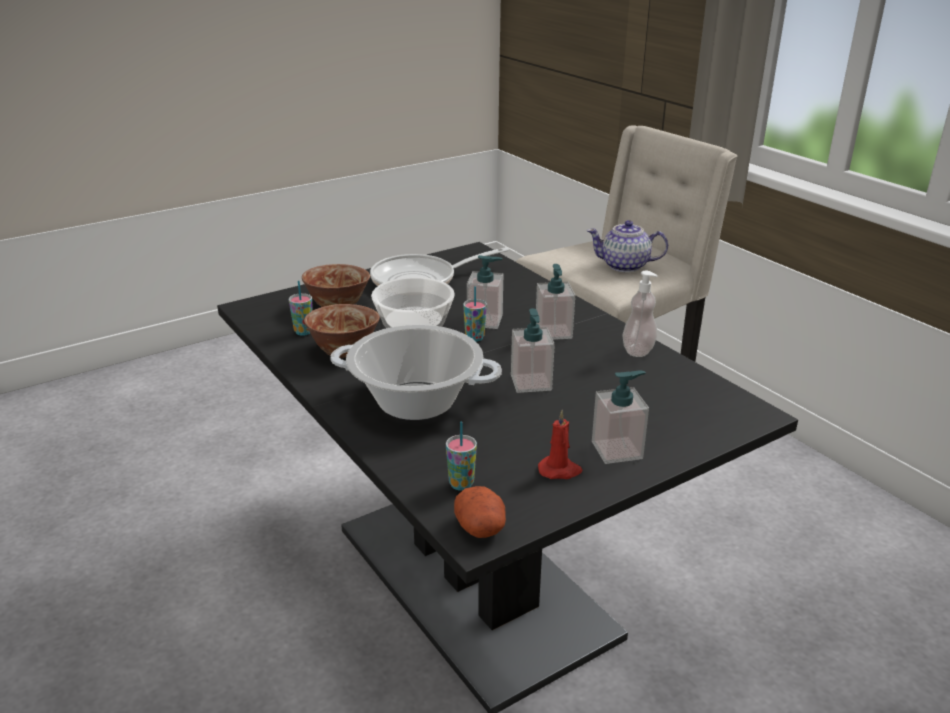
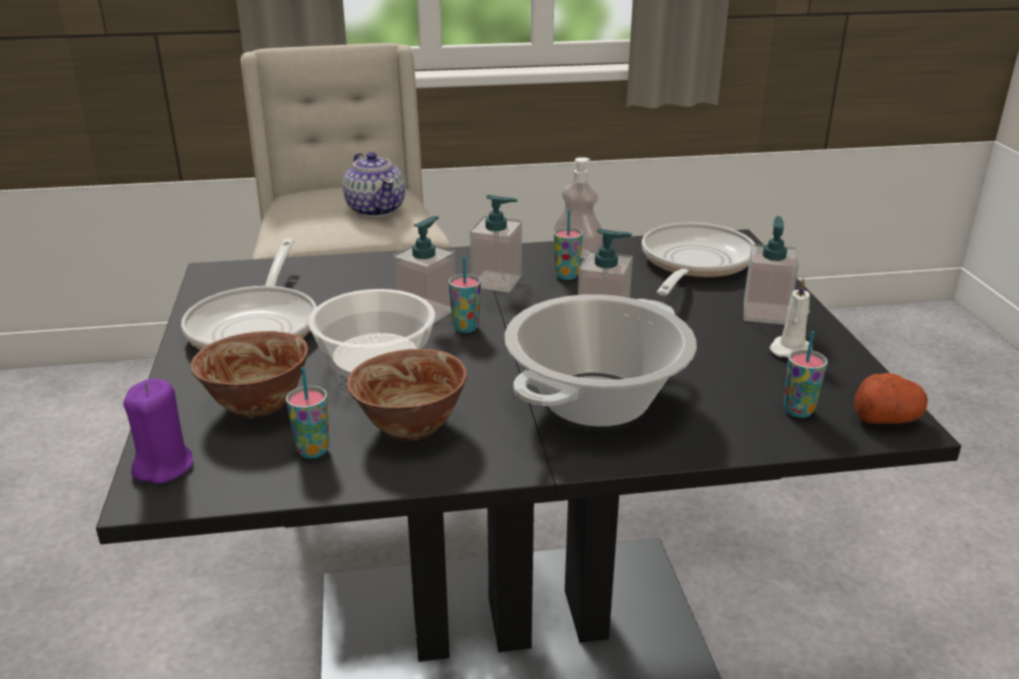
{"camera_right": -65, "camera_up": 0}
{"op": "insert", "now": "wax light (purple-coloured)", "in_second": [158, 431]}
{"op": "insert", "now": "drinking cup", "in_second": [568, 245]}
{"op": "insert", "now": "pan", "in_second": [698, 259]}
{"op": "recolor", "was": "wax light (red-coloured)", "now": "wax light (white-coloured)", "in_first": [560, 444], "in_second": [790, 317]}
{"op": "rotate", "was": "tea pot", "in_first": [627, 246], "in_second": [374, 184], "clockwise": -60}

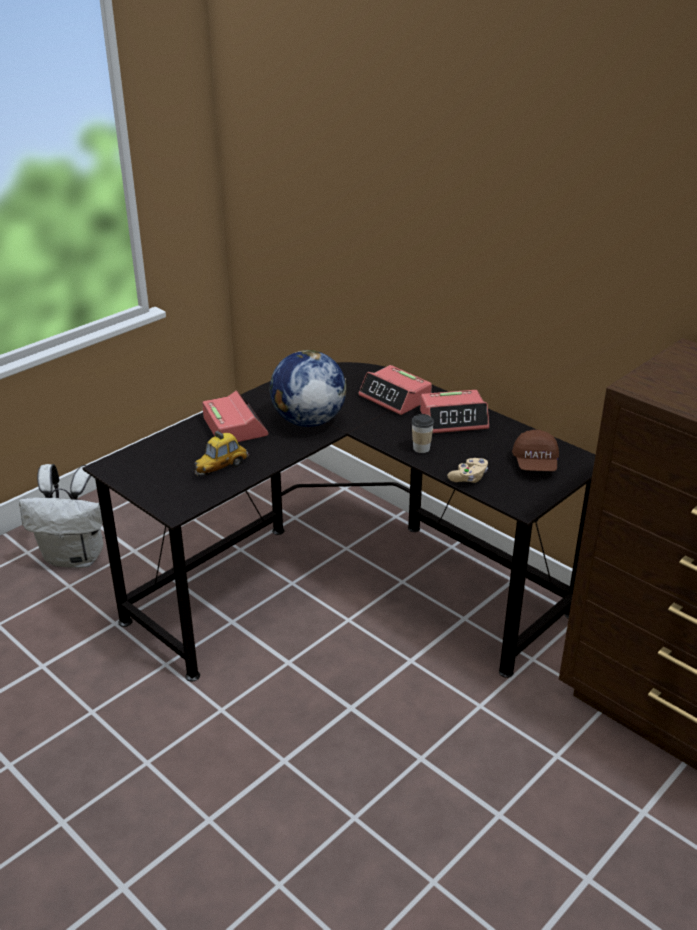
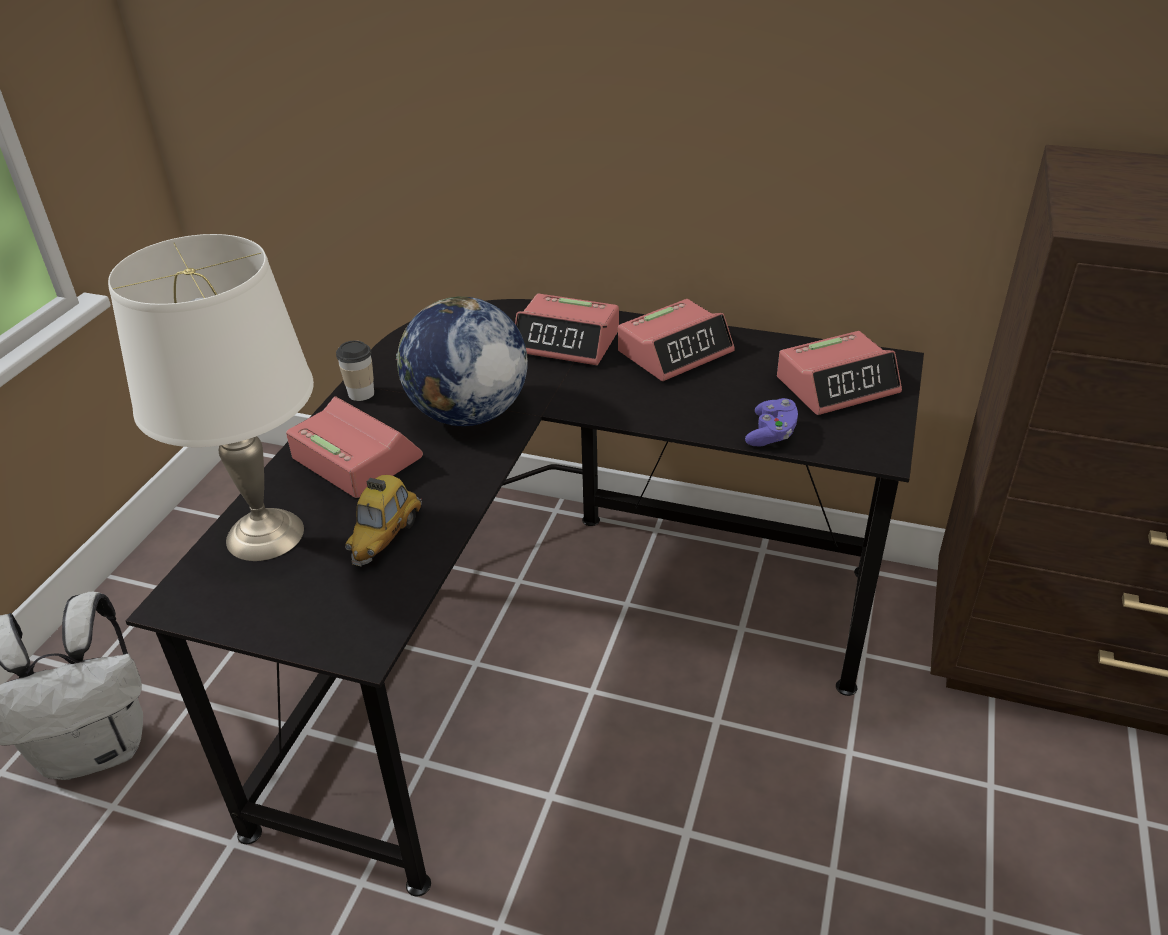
{"camera_right": -25, "camera_up": 5}
{"op": "insert", "now": "tabletop lamp (white-coloured)", "in_second": [211, 397]}
{"op": "move", "was": "drinking cup", "in_first": [423, 433], "in_second": [355, 370]}
{"op": "replace", "was": "peaked cap (brown-coloured)", "now": "alarm clock", "in_first": [535, 450], "in_second": [839, 373]}
{"op": "recolor", "was": "game controller (sand-coloured)", "now": "game controller (purple-coloured)", "in_first": [467, 470], "in_second": [771, 422]}

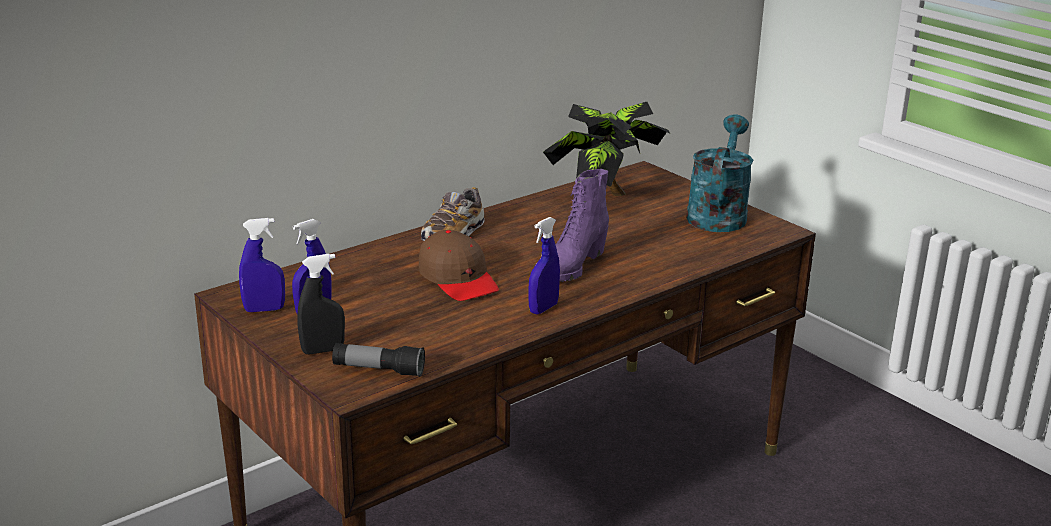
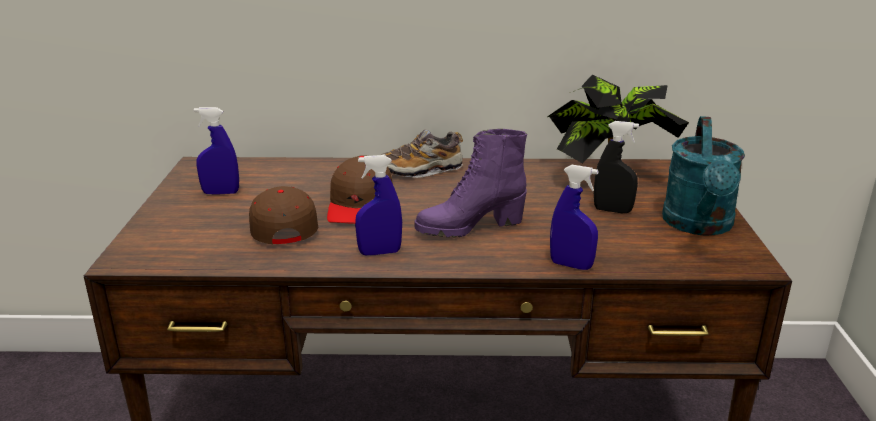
{"camera_right": 40, "camera_up": 0}
{"op": "delete", "was": "torch", "in_first": [378, 360]}
{"op": "insert", "now": "peaked cap (brown-coloured)", "in_second": [283, 215]}
{"op": "move", "was": "hand sprayer (bluish)", "in_first": [262, 265], "in_second": [574, 217]}
{"op": "move", "was": "hand sprayer (blackish)", "in_first": [321, 304], "in_second": [616, 167]}
{"op": "rotate", "was": "watering can (blue-green)", "in_first": [719, 173], "in_second": [703, 176], "clockwise": 135}

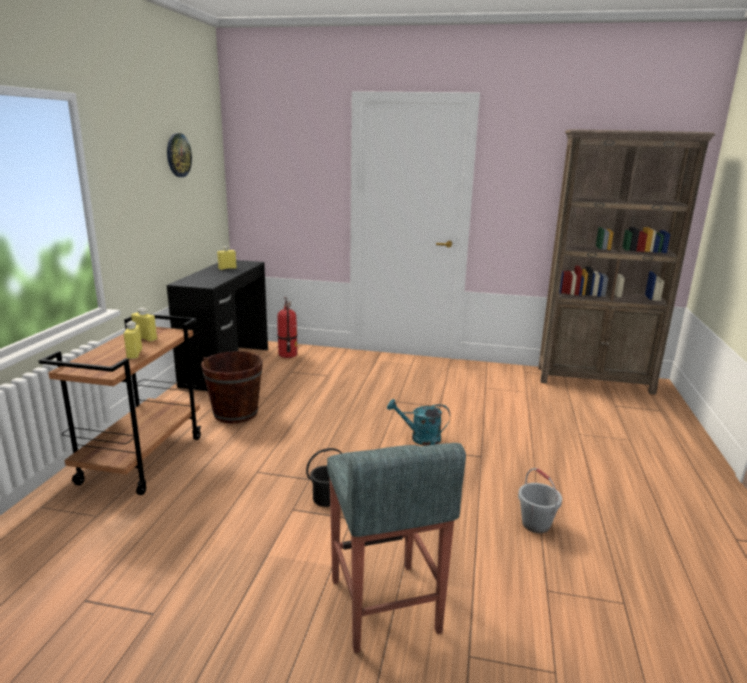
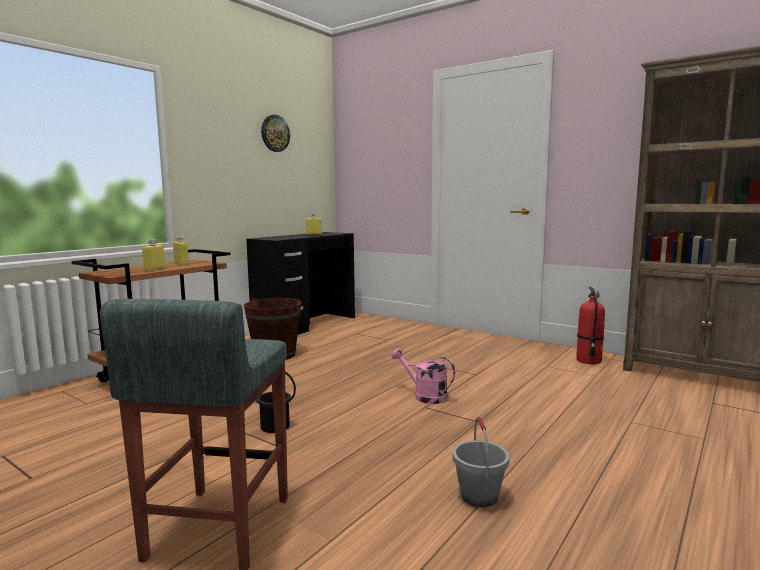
{"camera_right": 25, "camera_up": -10}
{"op": "move", "was": "fire-fighting cylinder", "in_first": [287, 327], "in_second": [590, 325]}
{"op": "recolor", "was": "watering can (blue-green)", "now": "watering can (pinkish)", "in_first": [418, 422], "in_second": [423, 376]}

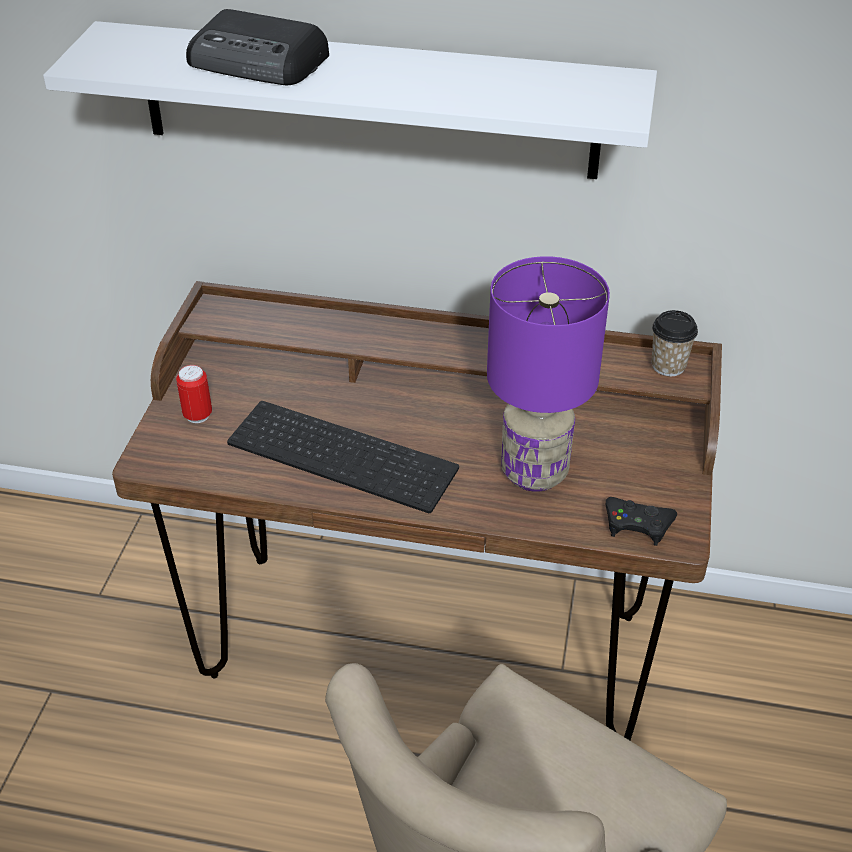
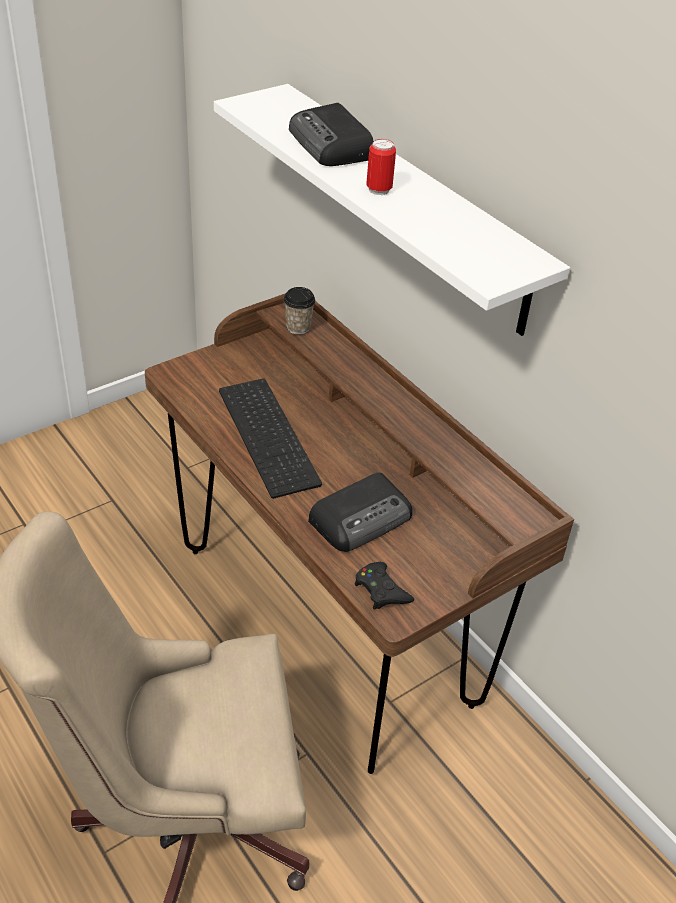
{"camera_right": 40, "camera_up": 0}
{"op": "move", "was": "metal can", "in_first": [194, 394], "in_second": [381, 167]}
{"op": "move", "was": "drinking cup", "in_first": [675, 343], "in_second": [299, 310]}
{"op": "replace", "was": "tabletop lamp (purple-coloured)", "now": "radio", "in_first": [548, 374], "in_second": [360, 512]}

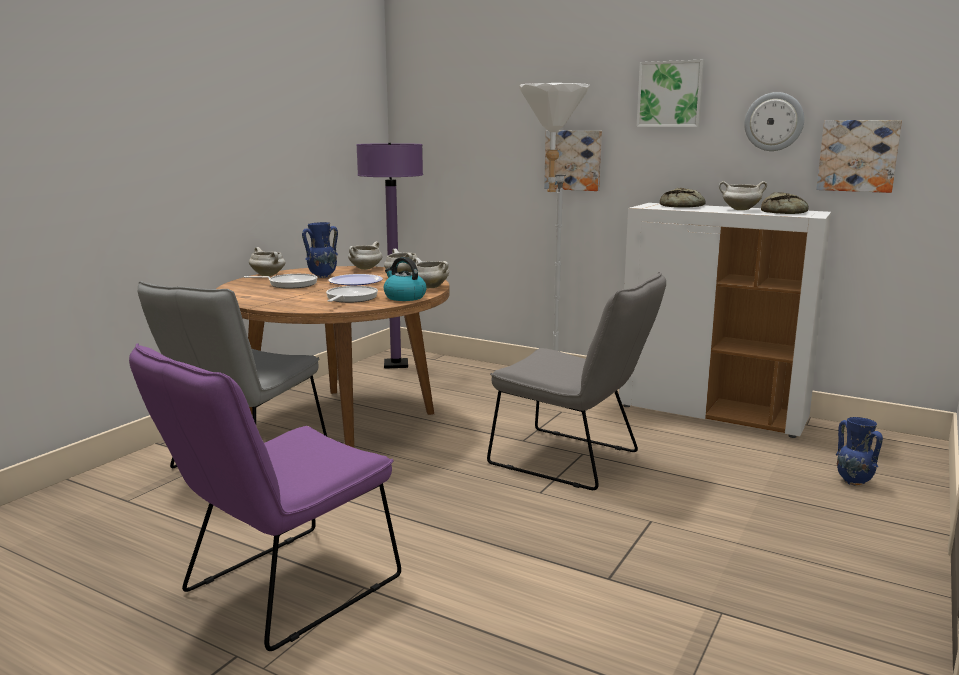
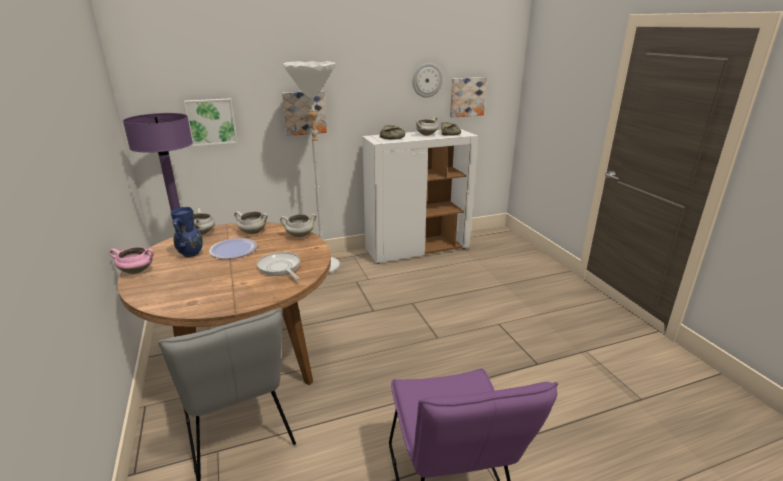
{"camera_right": -50, "camera_up": 10}
{"op": "delete", "was": "pan", "in_first": [281, 281]}
{"op": "delete", "was": "kettle", "in_first": [405, 279]}
{"op": "delete", "was": "chair (grey)", "in_first": [576, 381]}
{"op": "delete", "was": "flower vase (bluish)", "in_first": [859, 451]}
{"op": "move", "was": "wall art", "in_first": [670, 93], "in_second": [211, 122]}
{"op": "recolor", "was": "cooking pot (white-coloured)", "now": "cooking pot (pinkish)", "in_first": [267, 261], "in_second": [131, 260]}

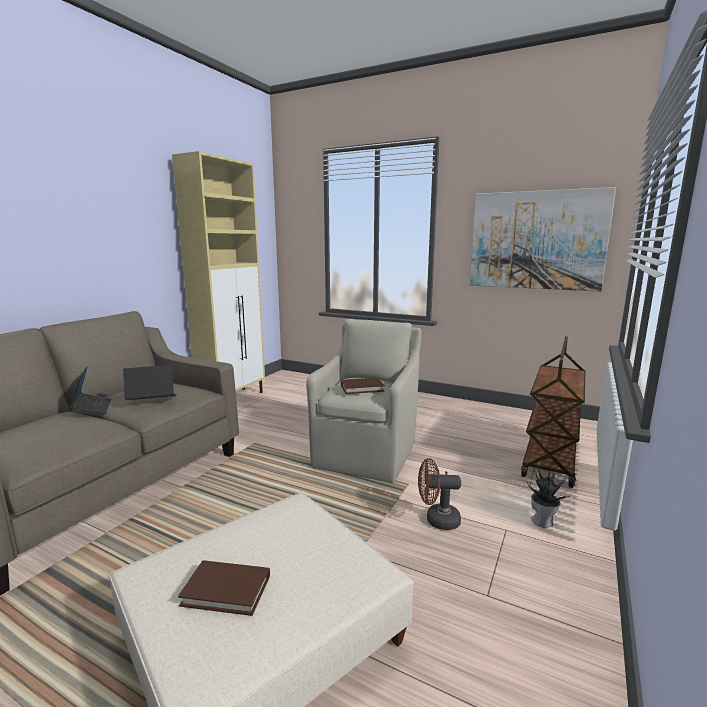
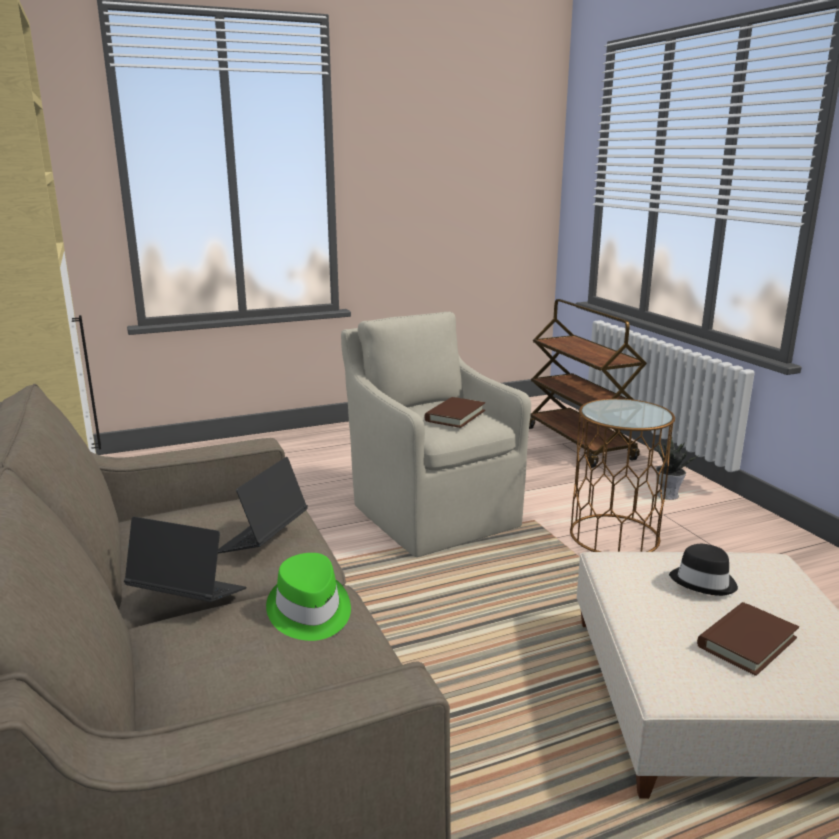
{"camera_right": -50, "camera_up": 5}
{"op": "delete", "was": "wall art", "in_first": [543, 239]}
{"op": "insert", "now": "clothing hat (green)", "in_second": [308, 597]}
{"op": "insert", "now": "clothing hat (blackish)", "in_second": [703, 570]}
{"op": "replace", "was": "electric fan (brown-coloured)", "now": "accent table (brown-coloured)", "in_first": [439, 494], "in_second": [622, 475]}

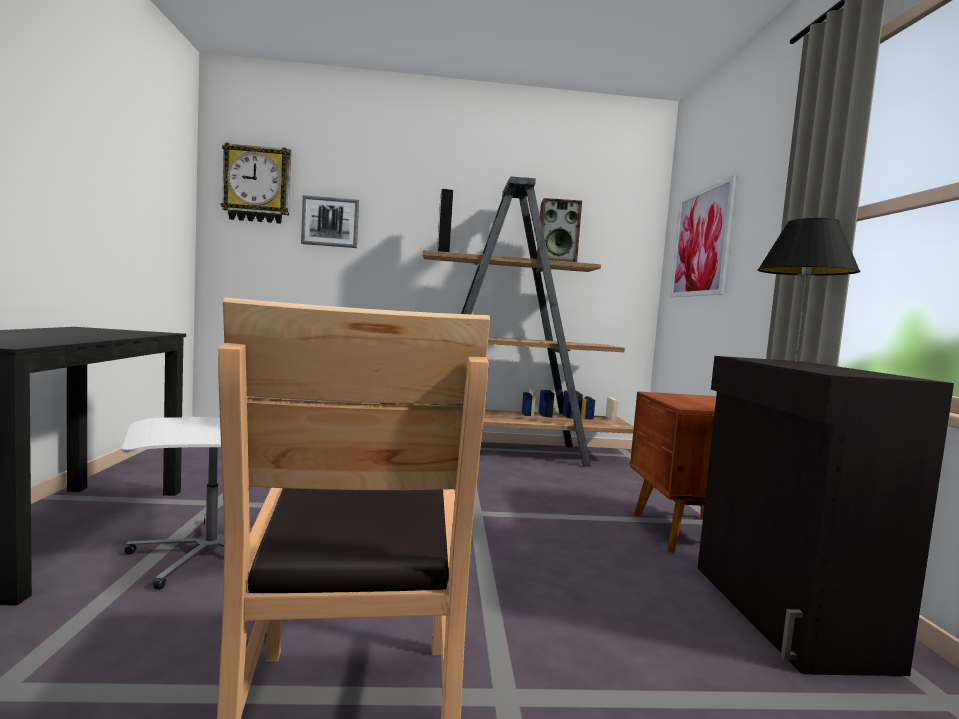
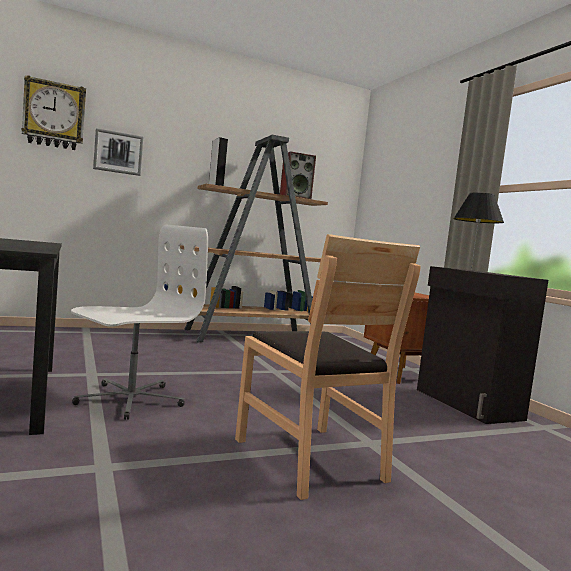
{"camera_right": -20, "camera_up": 0}
{"op": "delete", "was": "wall art", "in_first": [703, 236]}

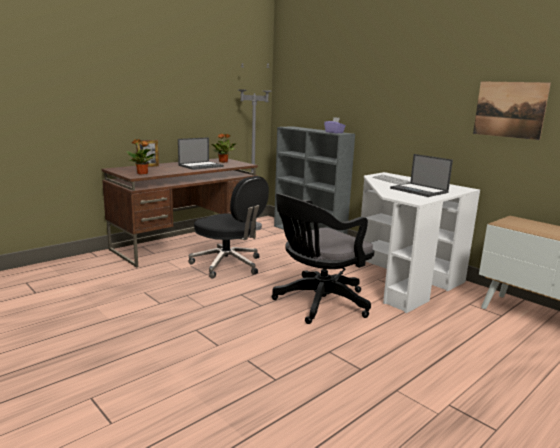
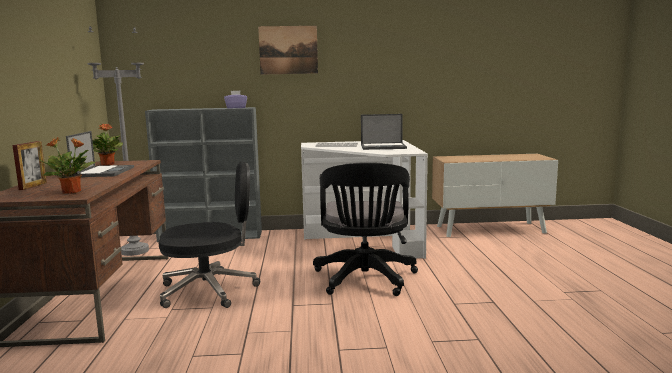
{"camera_right": -50, "camera_up": -5}
{"op": "move", "was": "wall art", "in_first": [512, 110], "in_second": [288, 50]}

